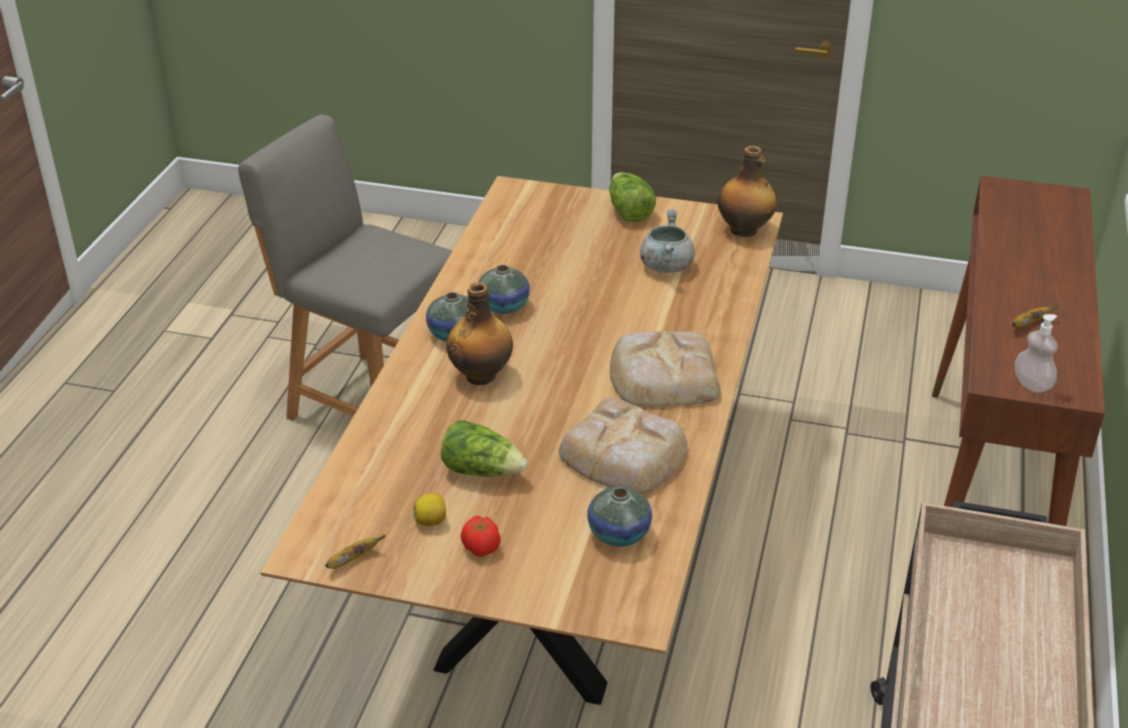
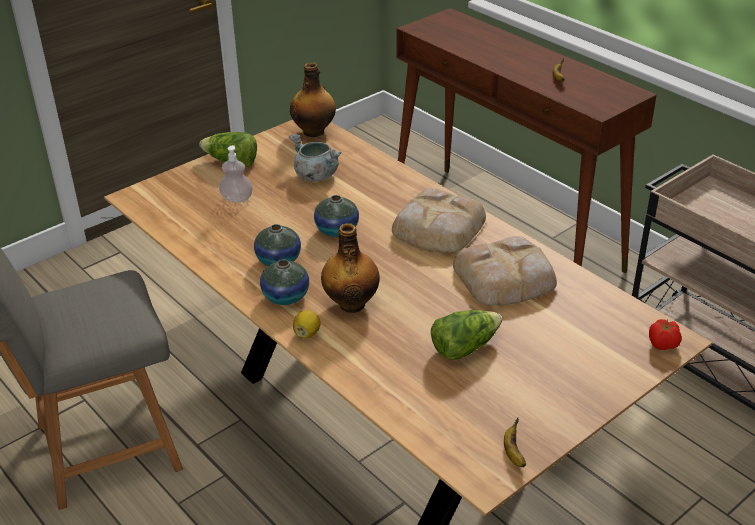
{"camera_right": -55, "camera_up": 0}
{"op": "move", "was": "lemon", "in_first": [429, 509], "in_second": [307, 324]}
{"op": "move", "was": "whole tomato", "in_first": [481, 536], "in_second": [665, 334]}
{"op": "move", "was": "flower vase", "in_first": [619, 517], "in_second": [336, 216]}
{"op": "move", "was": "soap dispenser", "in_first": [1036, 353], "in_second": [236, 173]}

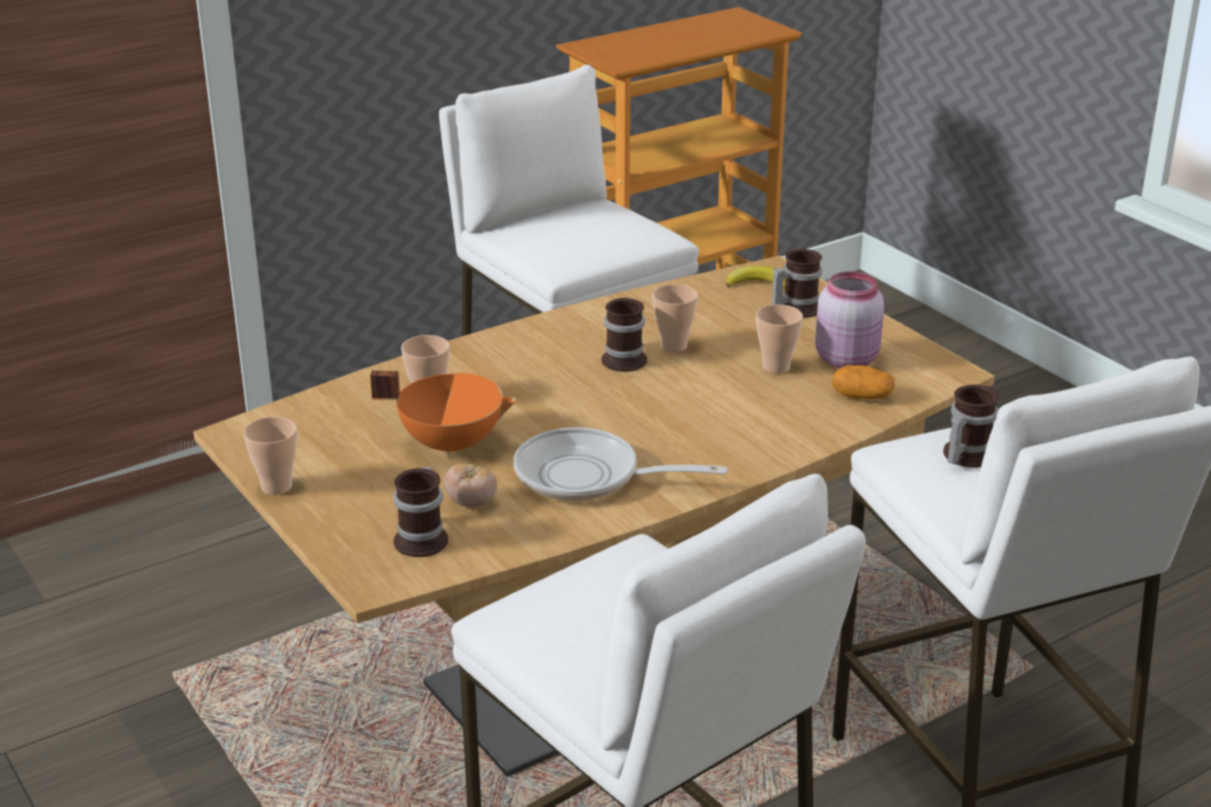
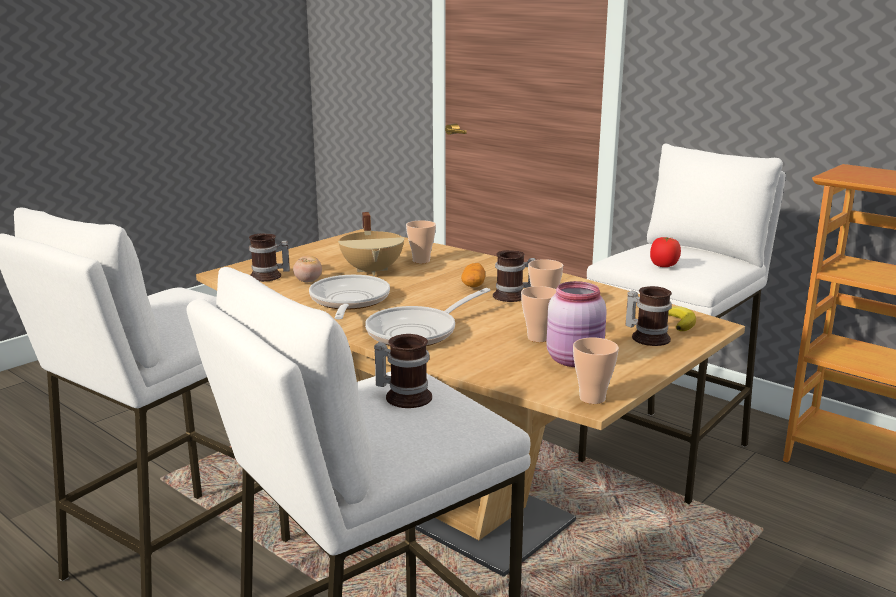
{"camera_right": 75, "camera_up": -10}
{"op": "insert", "now": "pan", "in_second": [428, 317]}
{"op": "insert", "now": "whole tomato", "in_second": [665, 252]}
{"op": "move", "was": "drinking cup", "in_first": [270, 456], "in_second": [596, 371]}
{"op": "move", "was": "whole potato", "in_first": [863, 382], "in_second": [473, 275]}
{"op": "recolor", "was": "cooking pot (orange)", "now": "cooking pot (sand-coloured)", "in_first": [443, 414], "in_second": [371, 244]}

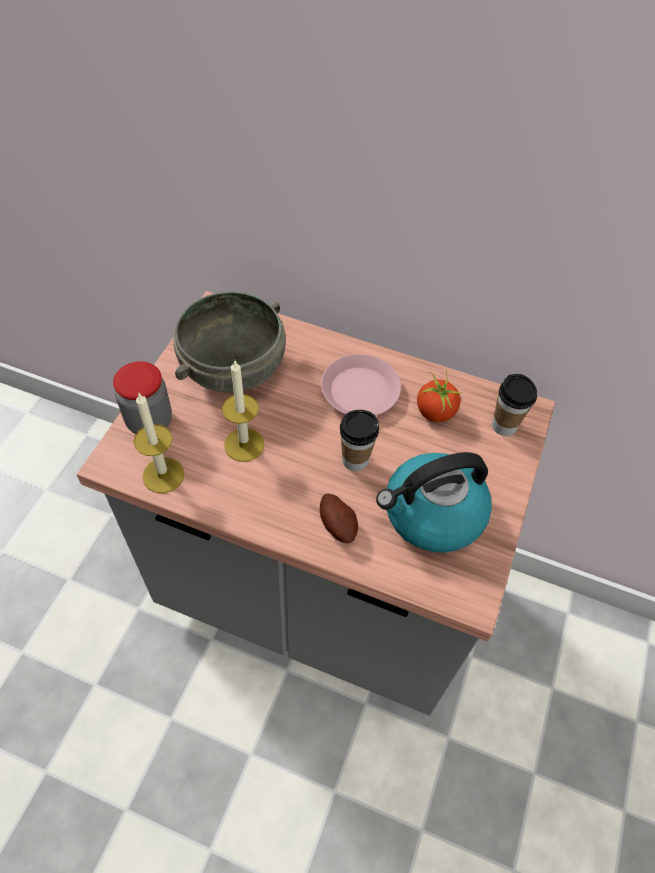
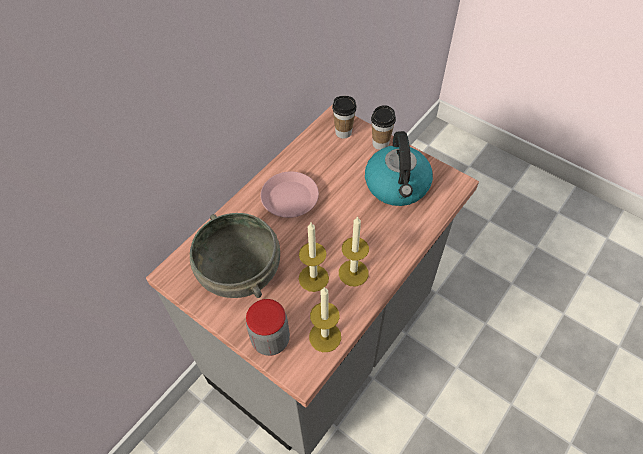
{"camera_right": -70, "camera_up": 0}
{"op": "delete", "was": "whole potato", "in_first": [339, 518]}
{"op": "delete", "was": "whole tomato", "in_first": [440, 395]}
{"op": "insert", "now": "wax light", "in_second": [354, 251]}
{"op": "move", "was": "drinking cup", "in_first": [359, 440], "in_second": [383, 127]}

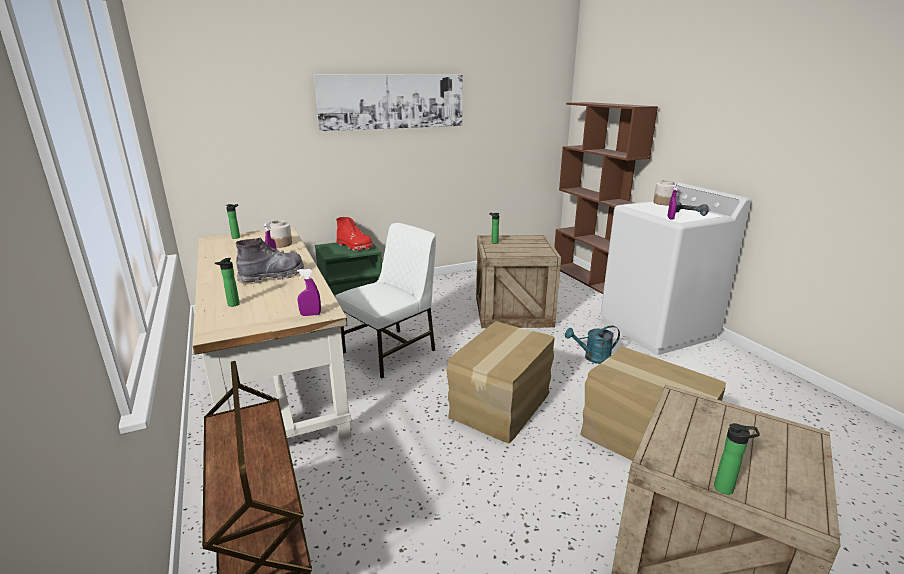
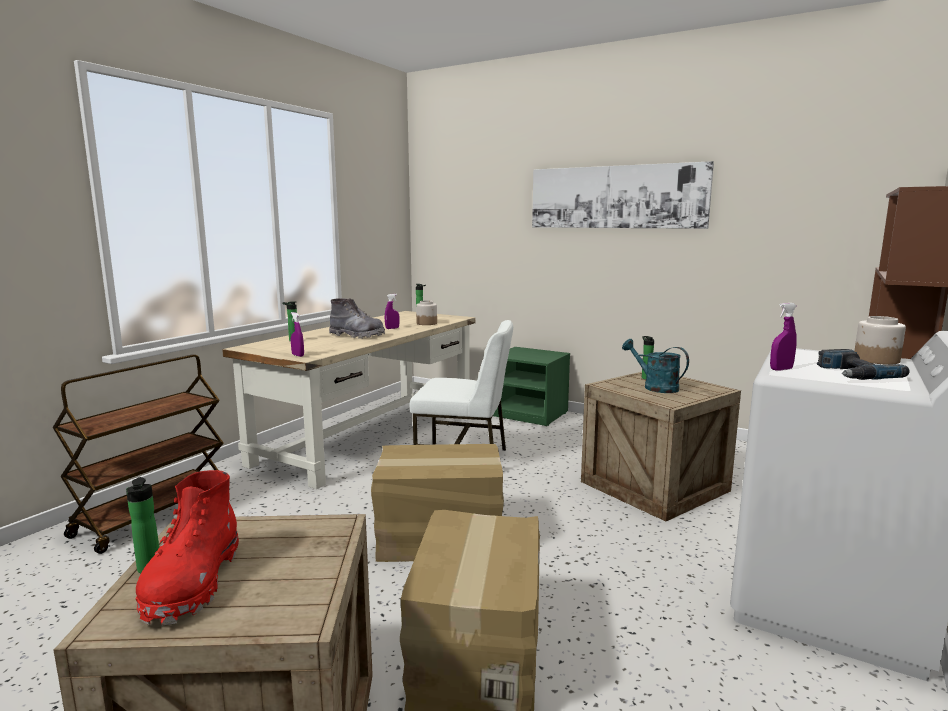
{"camera_right": 55, "camera_up": -10}
{"op": "move", "was": "boot (red-coloured)", "in_first": [354, 234], "in_second": [187, 548]}
{"op": "move", "was": "watering can (blue-green)", "in_first": [592, 345], "in_second": [655, 366]}

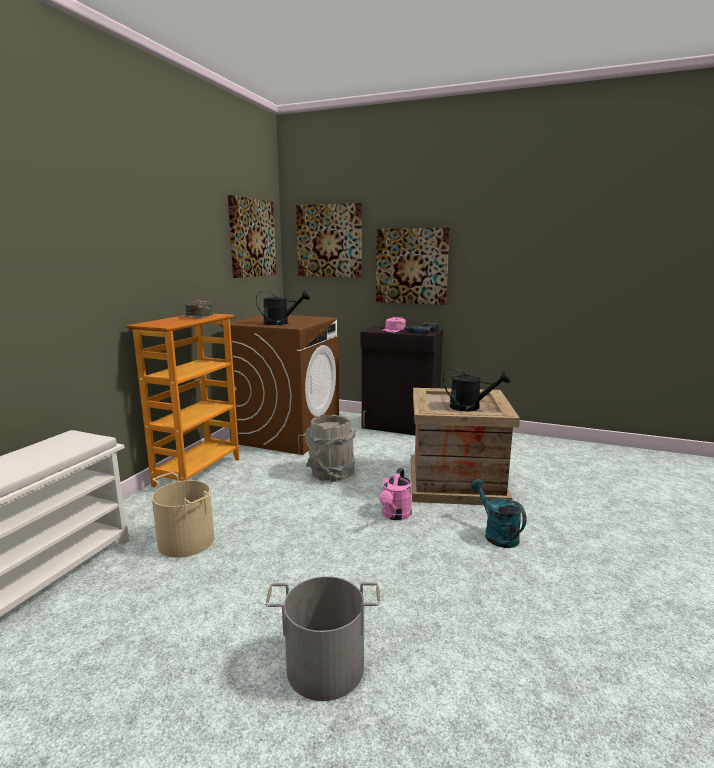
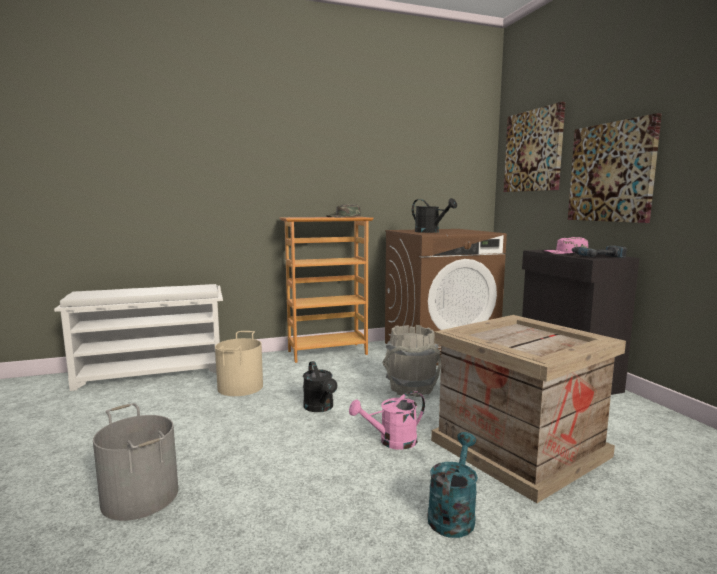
{"camera_right": 50, "camera_up": -5}
{"op": "delete", "was": "wall art", "in_first": [252, 236]}
{"op": "move", "was": "watering can (blackish)", "in_first": [476, 389], "in_second": [320, 386]}

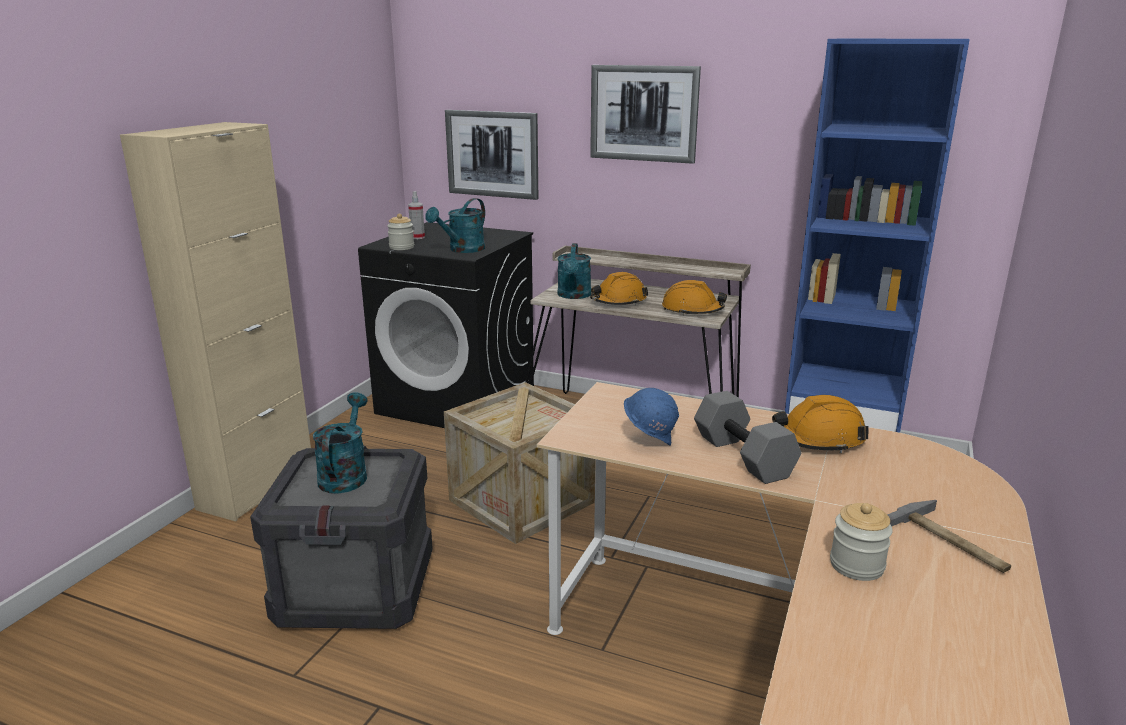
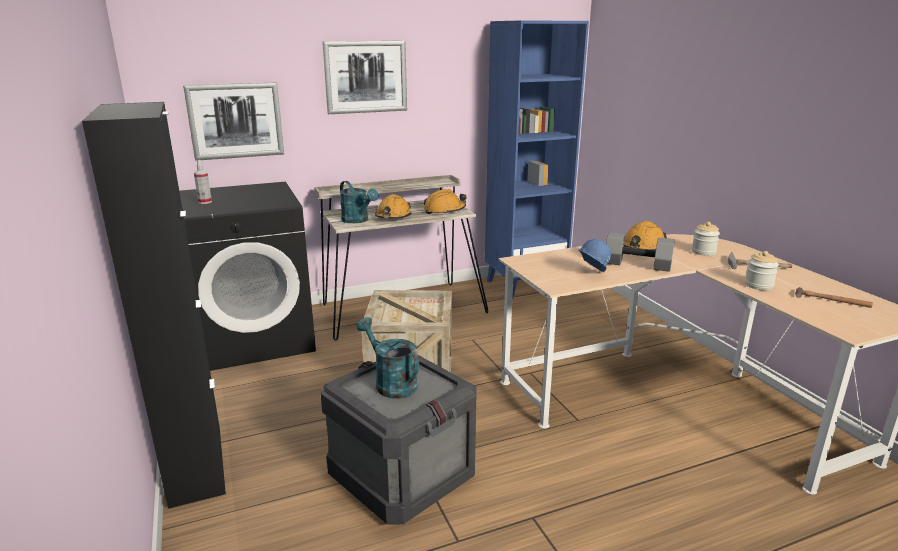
{"camera_right": -45, "camera_up": 0}
{"op": "delete", "was": "watering can (blue-green)", "in_first": [455, 225]}
{"op": "insert", "now": "hammer", "in_second": [834, 297]}
{"op": "move", "was": "jar", "in_first": [400, 232], "in_second": [706, 239]}
{"op": "recolor", "was": "cabinet (sand-coloured)", "now": "cabinet (blackish)", "in_first": [215, 322], "in_second": [154, 305]}

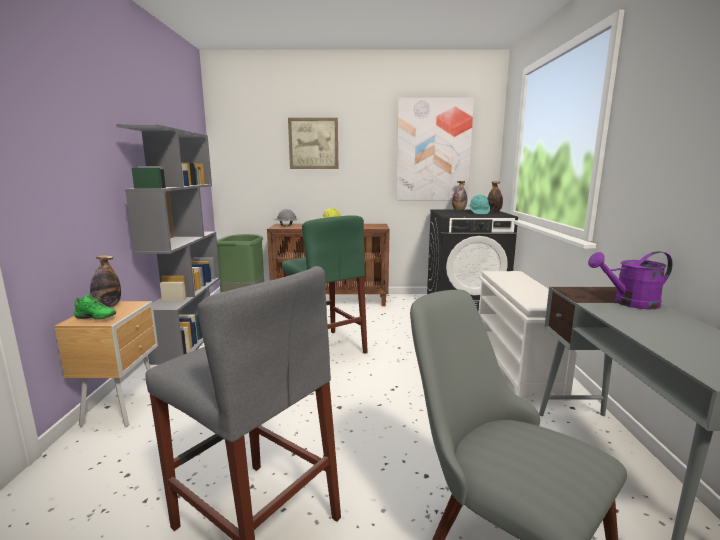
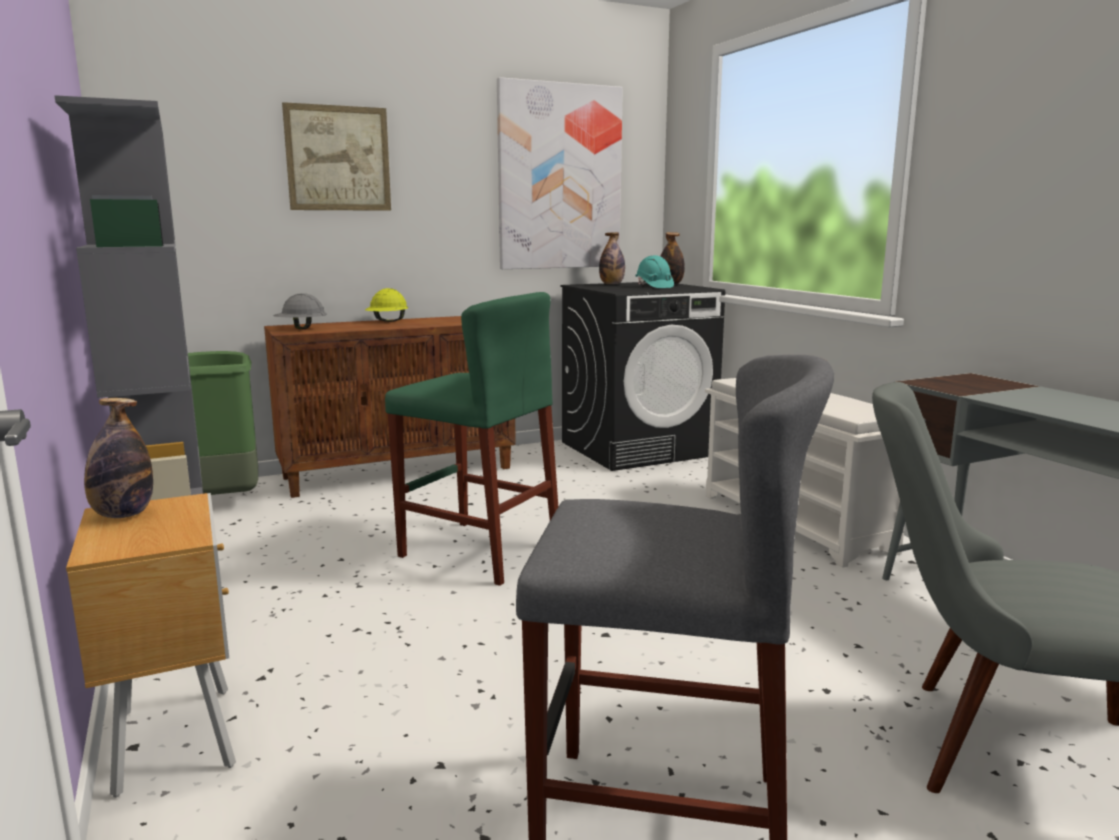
{"camera_right": -25, "camera_up": 0}
{"op": "delete", "was": "shoe (green)", "in_first": [95, 307]}
{"op": "delete", "was": "watering can (purple-coloured)", "in_first": [630, 280]}

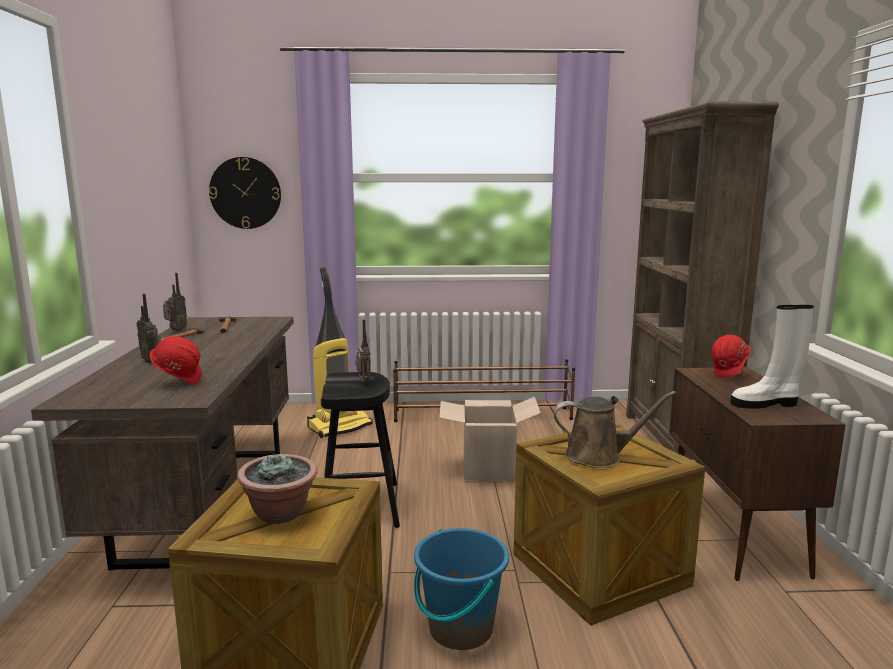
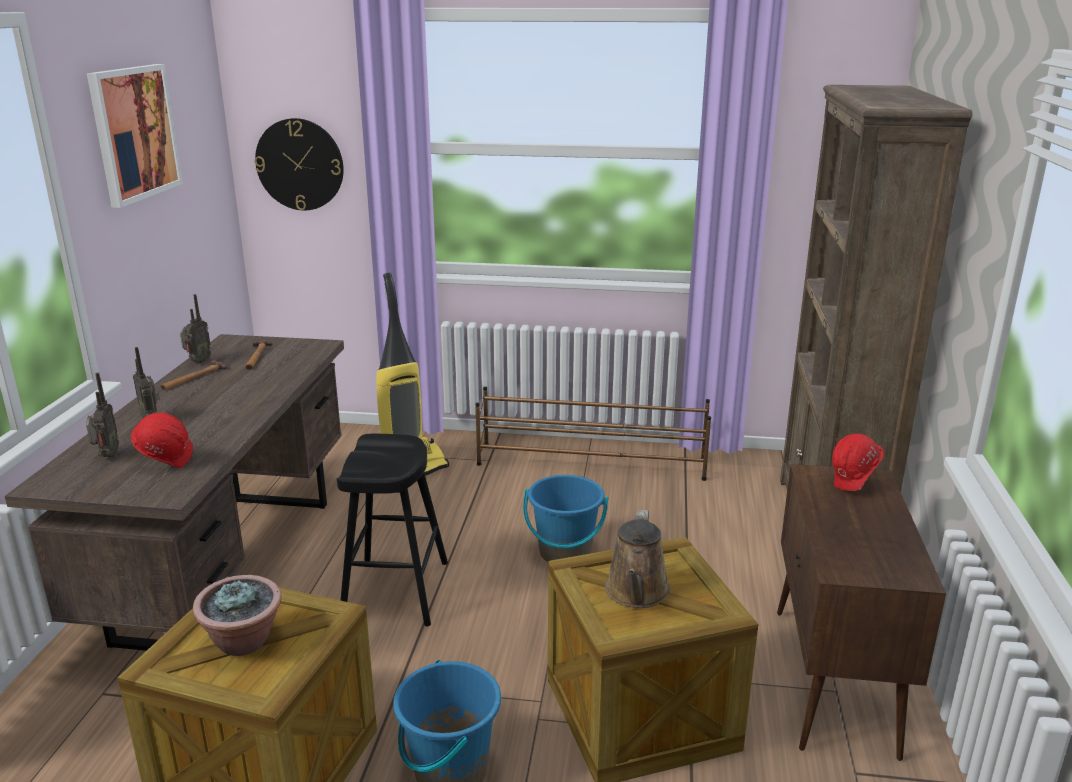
{"camera_right": 10, "camera_up": 10}
{"op": "delete", "was": "boot (white-coloured)", "in_first": [772, 357]}
{"op": "insert", "now": "wall art", "in_second": [135, 136]}
{"op": "move", "was": "radio", "in_first": [363, 352], "in_second": [102, 415]}
{"op": "replace", "was": "cardboard box", "now": "bucket (bluish)", "in_first": [490, 439], "in_second": [565, 518]}
{"op": "rotate", "was": "watering can (brown-coloured)", "in_first": [614, 429], "in_second": [637, 559], "clockwise": 90}

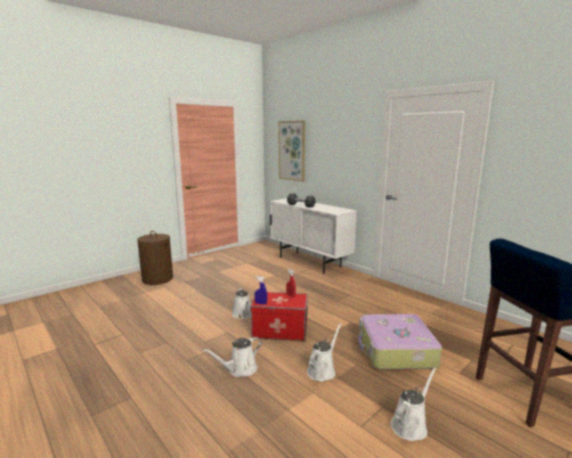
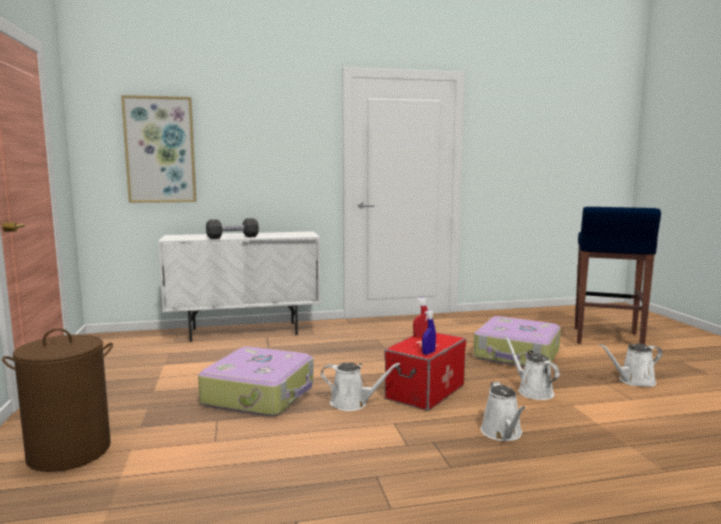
{"camera_right": -60, "camera_up": -5}
{"op": "insert", "now": "travel case", "in_second": [256, 381]}
{"op": "rotate", "was": "watering can (white-coloured)", "in_first": [413, 404], "in_second": [630, 365], "clockwise": -90}

